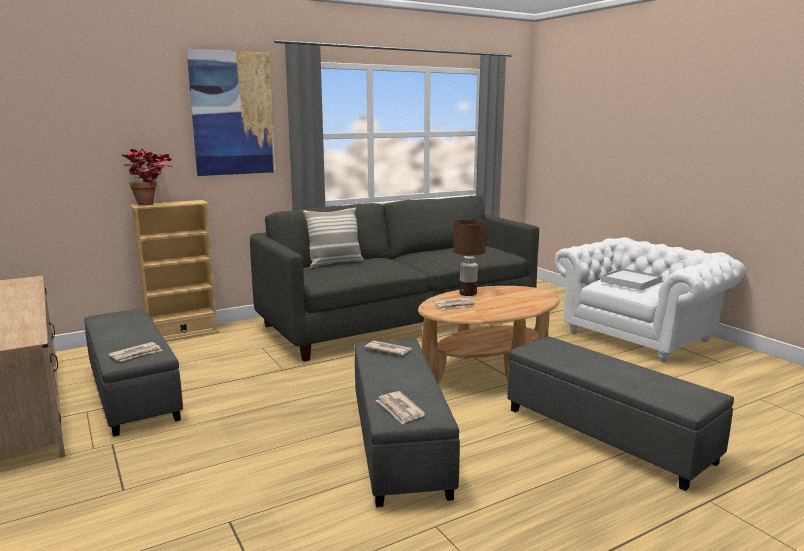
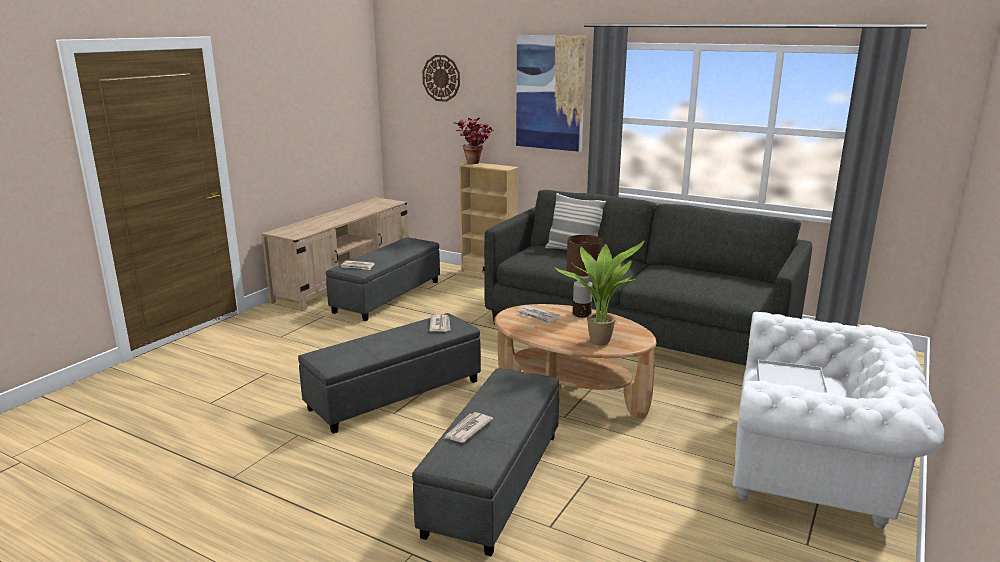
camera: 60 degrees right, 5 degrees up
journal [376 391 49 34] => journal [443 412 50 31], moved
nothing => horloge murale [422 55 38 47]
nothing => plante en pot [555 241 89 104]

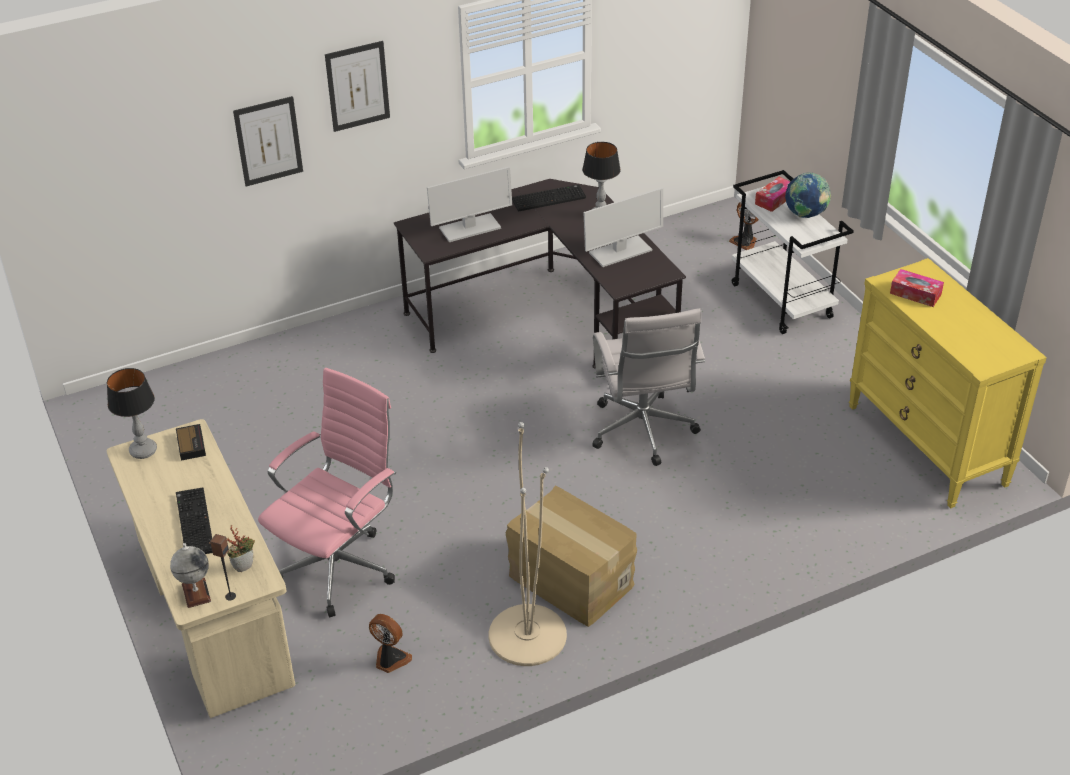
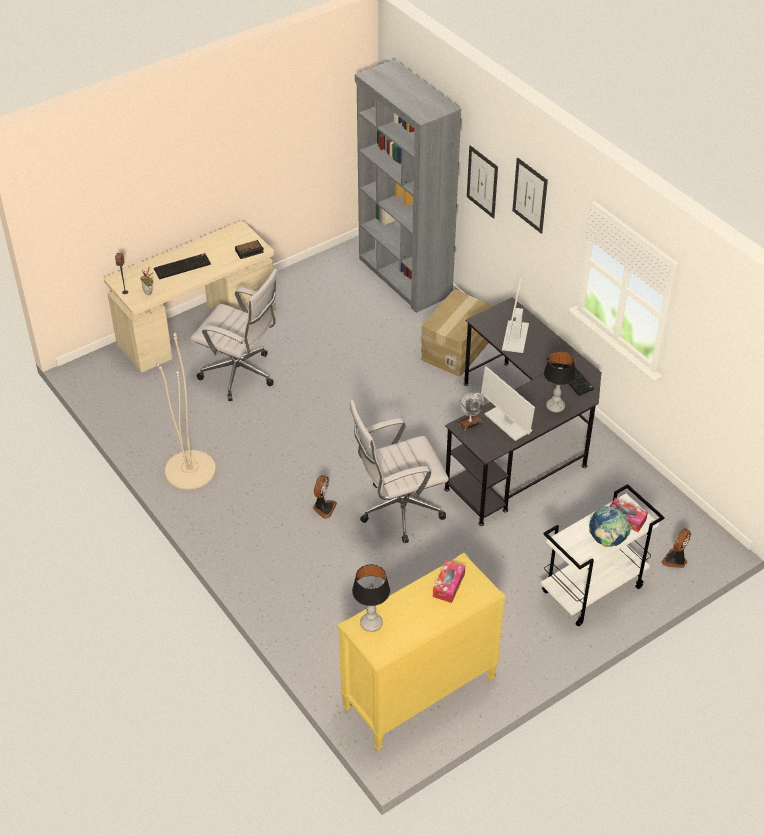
camera: 80 degrees right, 5 degrees up
écran d'ordinateur [427 167 85 75] => écran d'ordinateur [502 278 27 75], 45 degrees clockwise
lampe de table [107 368 50 91] => lampe de table [352 564 38 68], moved
chaise de bureau/rose [258 368 138 249] => chaise de bureau/blanc [190 269 88 132]
carton [506 486 131 141] => carton [421 289 73 87], moved
globe [170 543 41 65] => globe [457 393 27 38], moved
ventilateur [369 614 43 59] => ventilateur [313 475 24 44], moved
nothing => bibliothèque/gris [355 59 107 254]

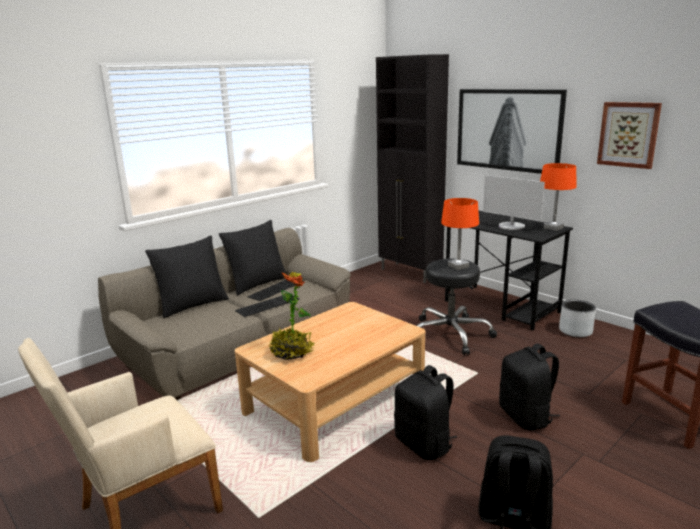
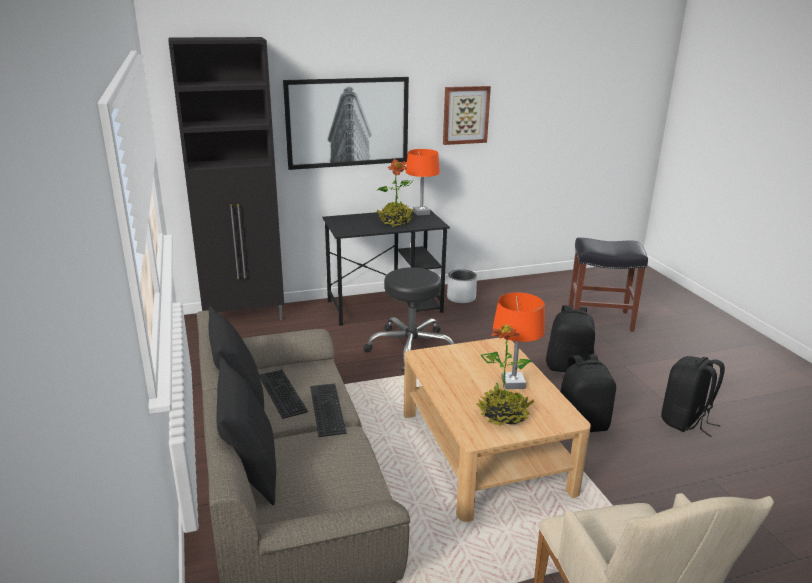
camera: 65 degrees left, 5 degrees up
écran d'ordinateur [483 175 62 55] => plante en pot [376 159 38 68]
lampe de table/orange [441 198 38 72] => lampe de table/orange [493 293 52 96], moved

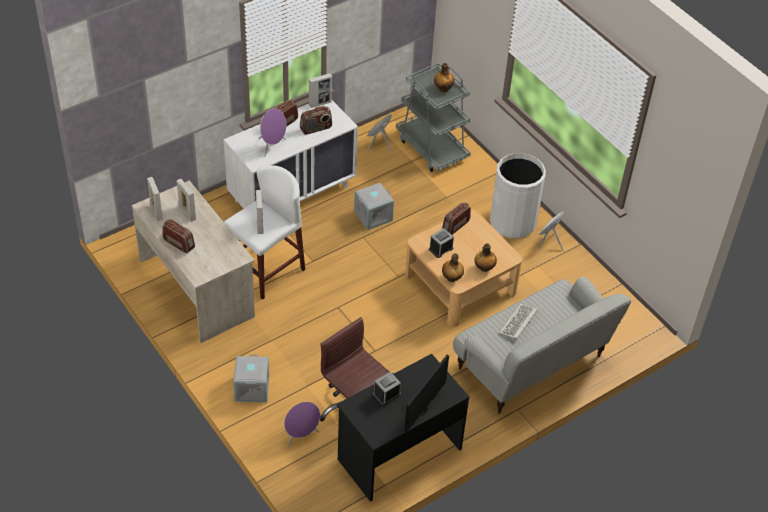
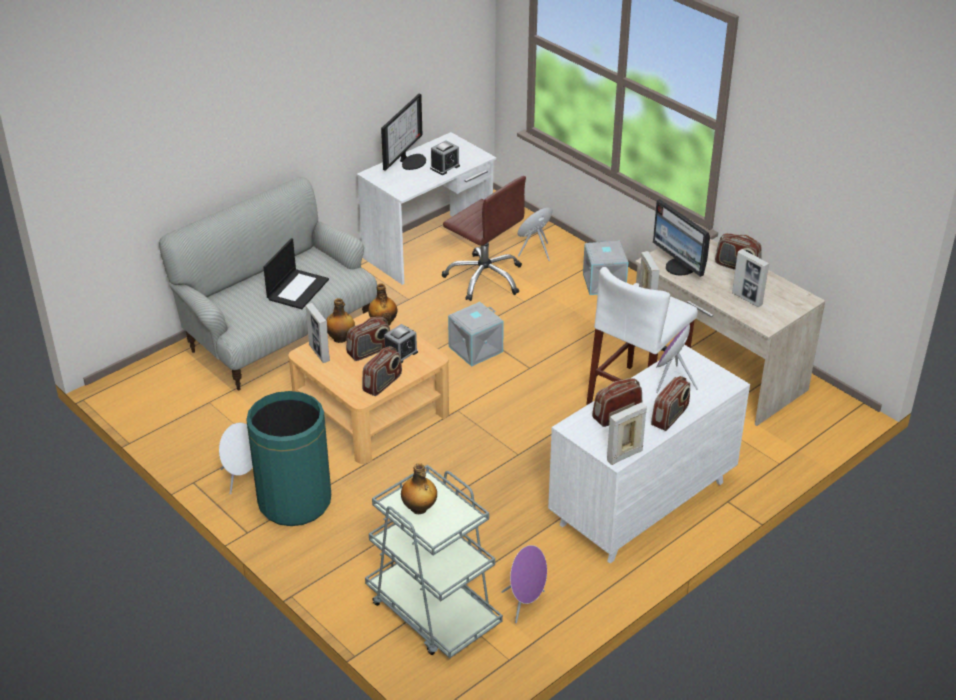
camera: 175 degrees right, 10 degrees down
poubelle/blanc [490 153 56 86] => poubelle/vert [246 391 85 135]
cadre photo [147 177 16 44] => cadre photo [306 303 24 60], moved
boîte de rangement/gris [354 183 40 47] => boîte de rangement/gris [448 302 56 65], moved
clavier [499 303 39 38] => ordinateur portable [263 238 66 71]
bureau/noir [337 354 133 148] => bureau/blanc [357 132 139 153]
nothing => écran d'ordinateur [653 199 57 78]
nothing => radio [346 317 44 44]

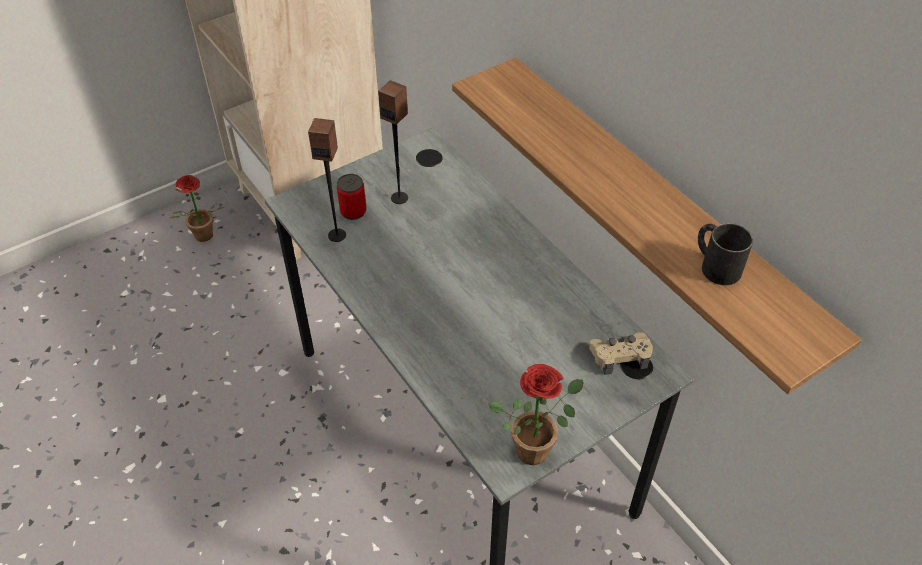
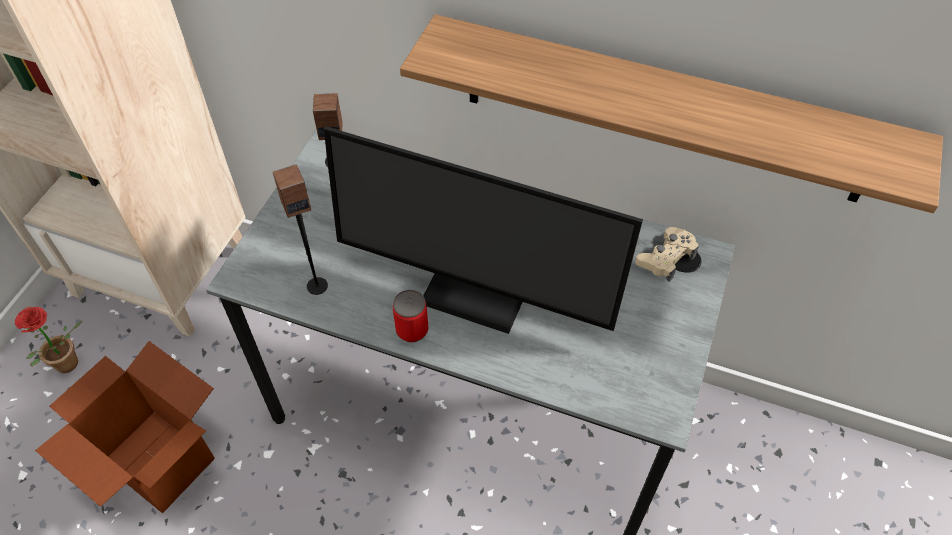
camera: 35 degrees left, 5 degrees up
boîte métallique [337 174 29 46] => boîte métallique [393 290 35 52], moved
mug/noir [698 223 55 62] => nothing
plante en pot [488 364 95 101] => nothing
nothing => écran d'ordinateur [324 126 319 208]
nothing => carton [35 341 180 172]

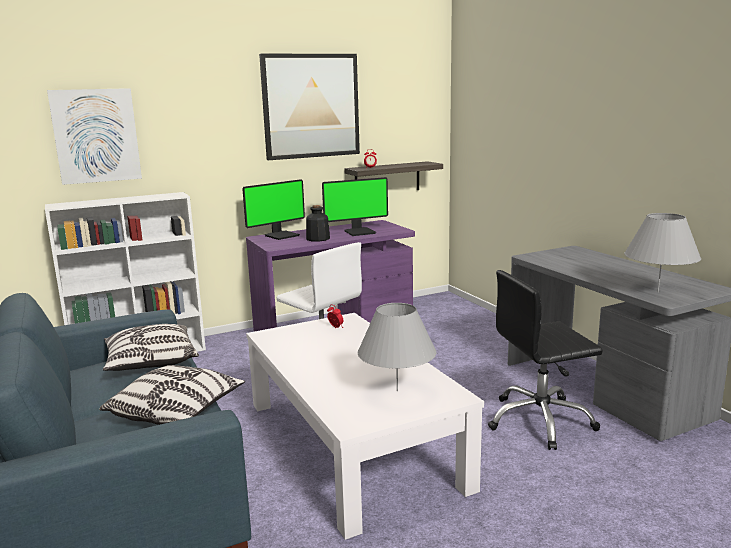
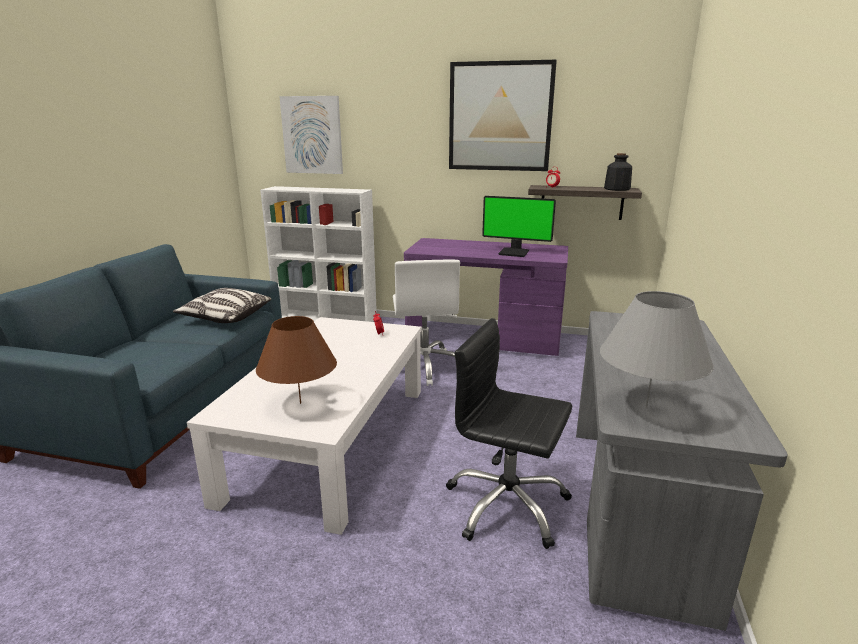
camera: 40 degrees right, 5 degrees up
écran d'ordinateur [242 179 63 61] => nothing
bouteille [306 205 24 37] => bouteille [604 153 28 38], moved
lampe de table/gris [358 303 78 88] => lampe de table/marron [256 316 81 88]
coussin [99 365 146 60] => nothing

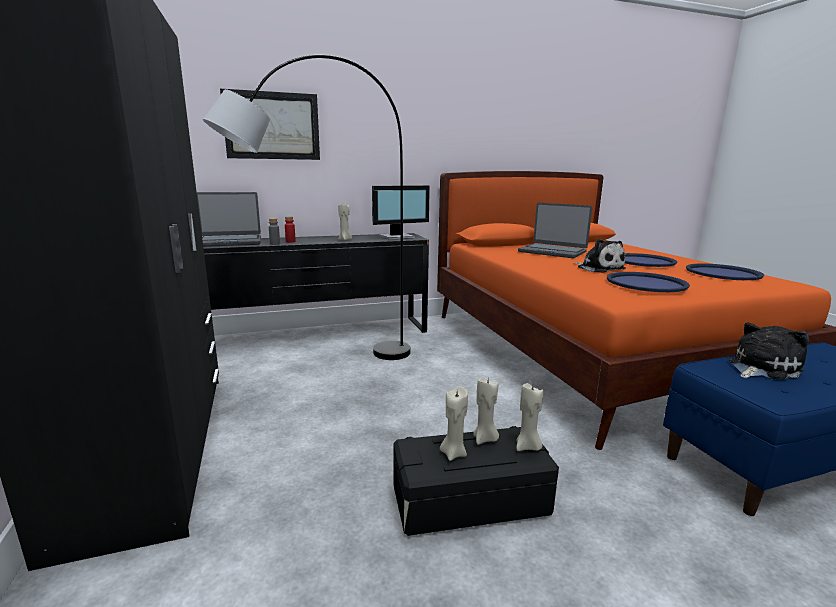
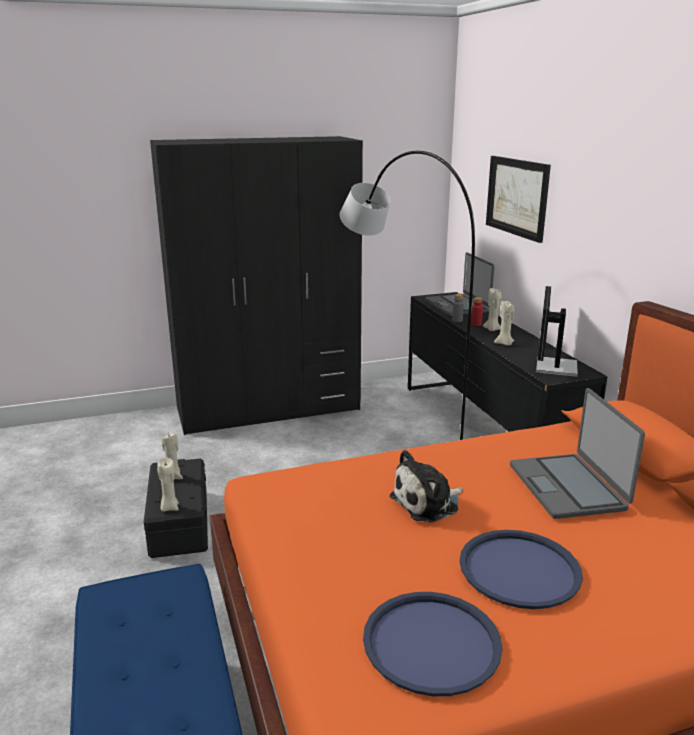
camera: 90 degrees right, 5 degrees up
écran d'ordinateur [372 185 58 55] => écran d'ordinateur [536 286 42 91], 45 degrees clockwise
ordinateur portable [518 203 74 55] => ordinateur portable [510 388 135 131], 45 degrees counterclockwise
plateau/bleu [607 272 83 20] => nothing
peluche [729 323 80 57] => nothing
bougie/beige [473 377 26 68] => bougie/beige [483 288 19 43], moved

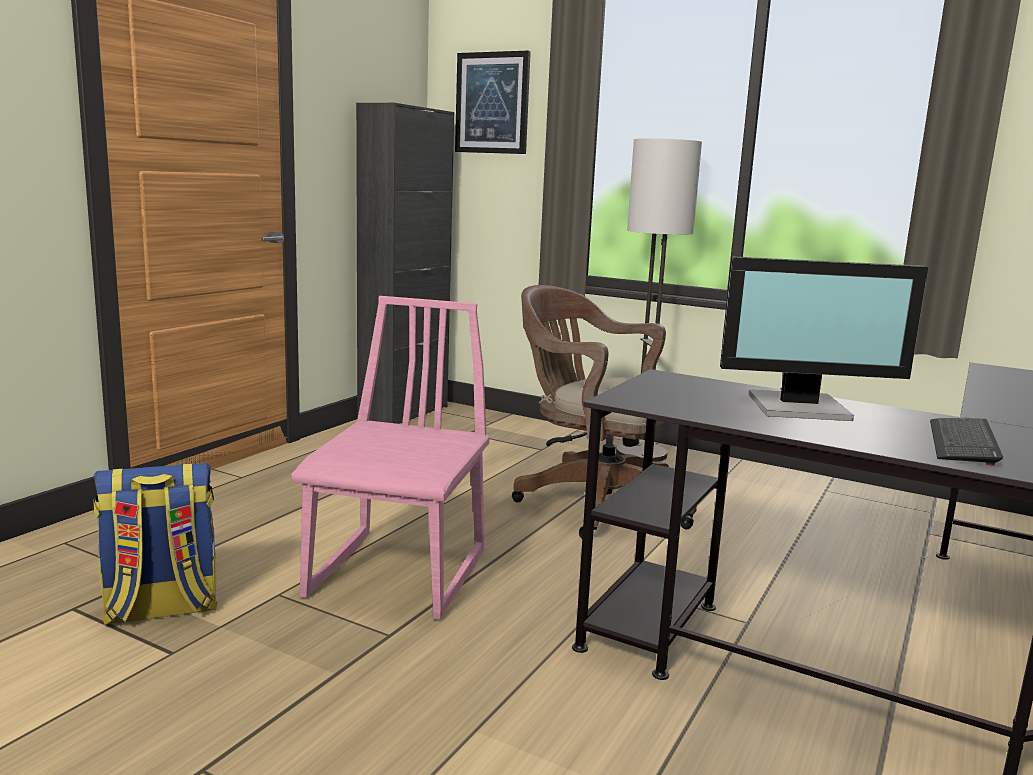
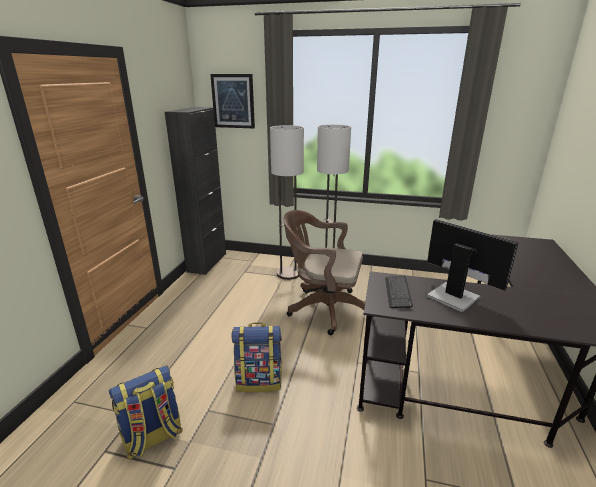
camera: 15 degrees left, 10 degrees up
écran d'ordinateur [720 256 208 165] => écran d'ordinateur [427 219 92 93], 120 degrees counterclockwise
chaise/rose [291 296 199 324] => sac à dos [231 322 51 70]
clavier [930 418 73 48] => clavier [385 276 28 32], moved
nothing => lampadaire [270 125 34 155]

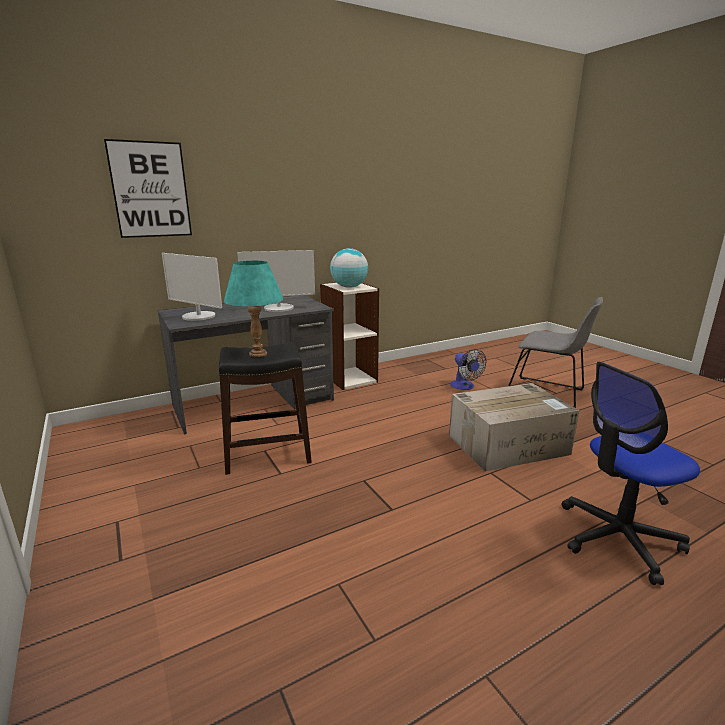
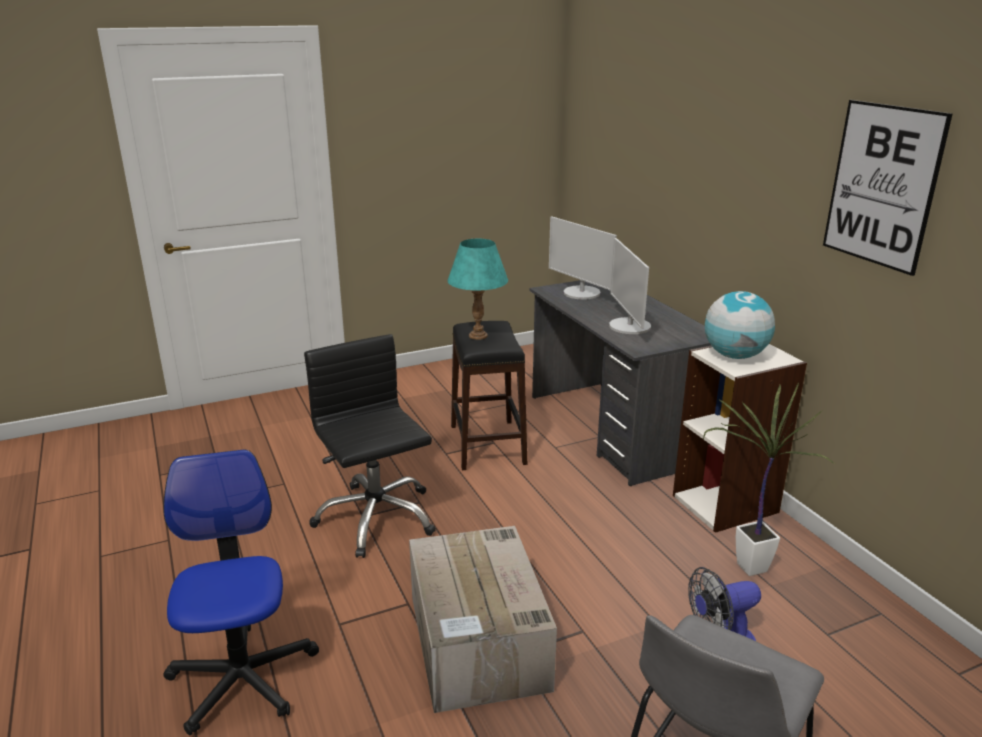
camera: 95 degrees right, 5 degrees up
tableau [104 139 88 99] => tableau [823 100 130 176], moved
écran d'ordinateur [162 253 60 68] => écran d'ordinateur [549 216 68 84], 75 degrees counterclockwise
nothing => chaise de bureau/noir [304 334 132 224]
nothing => plante en pot [703 382 132 194]

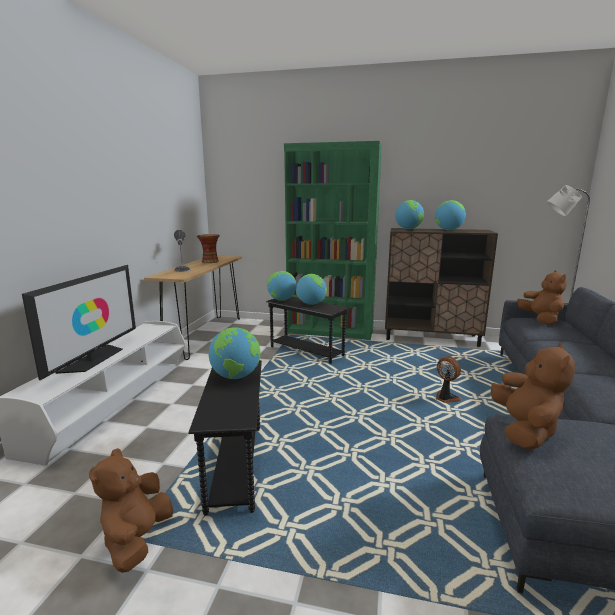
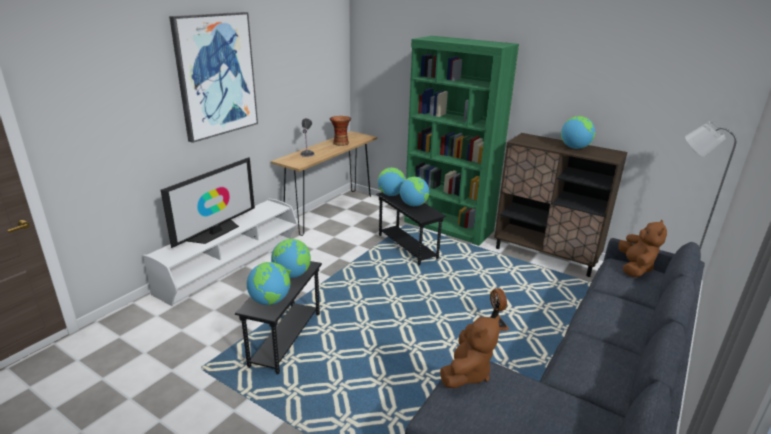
camera: 20 degrees right, 10 degrees up
globe [395 200 29 29] => globe [247 262 43 43], moved
peluche/marron [89 448 84 125] => nothing
nothing => tableau [169 12 89 131]

